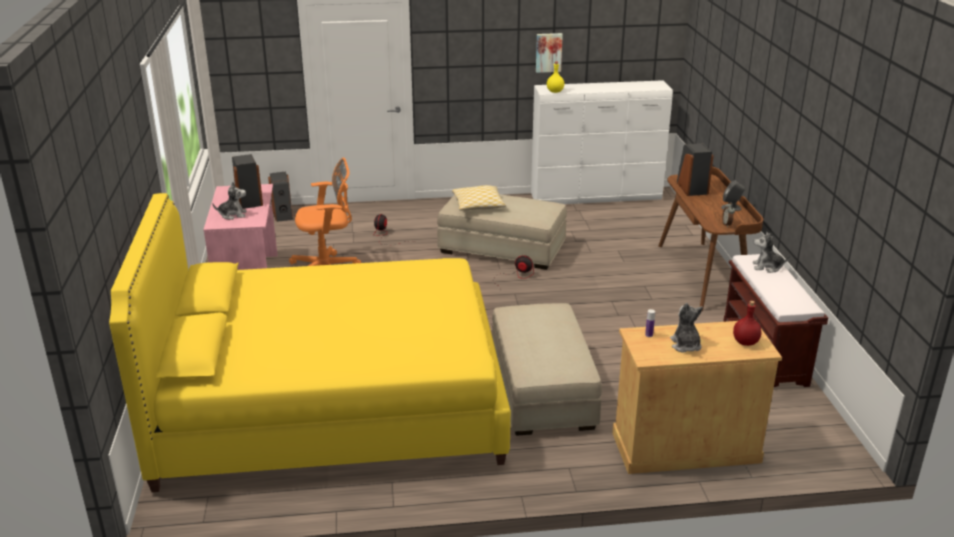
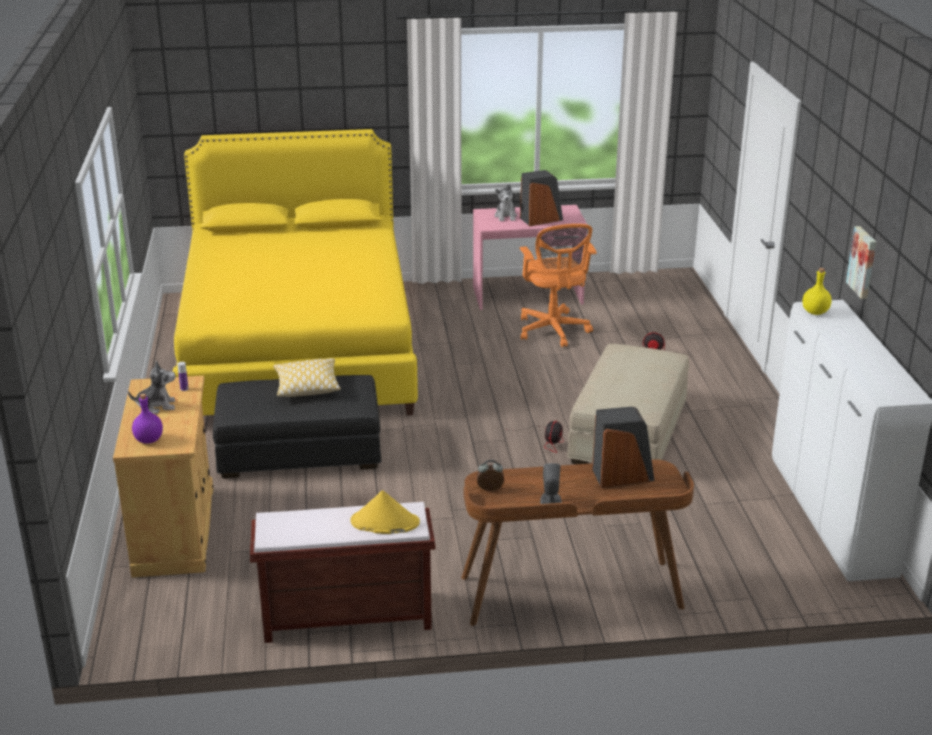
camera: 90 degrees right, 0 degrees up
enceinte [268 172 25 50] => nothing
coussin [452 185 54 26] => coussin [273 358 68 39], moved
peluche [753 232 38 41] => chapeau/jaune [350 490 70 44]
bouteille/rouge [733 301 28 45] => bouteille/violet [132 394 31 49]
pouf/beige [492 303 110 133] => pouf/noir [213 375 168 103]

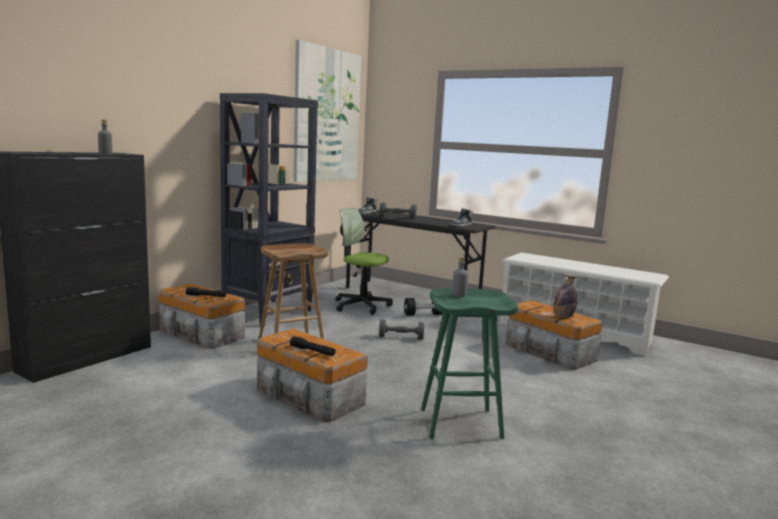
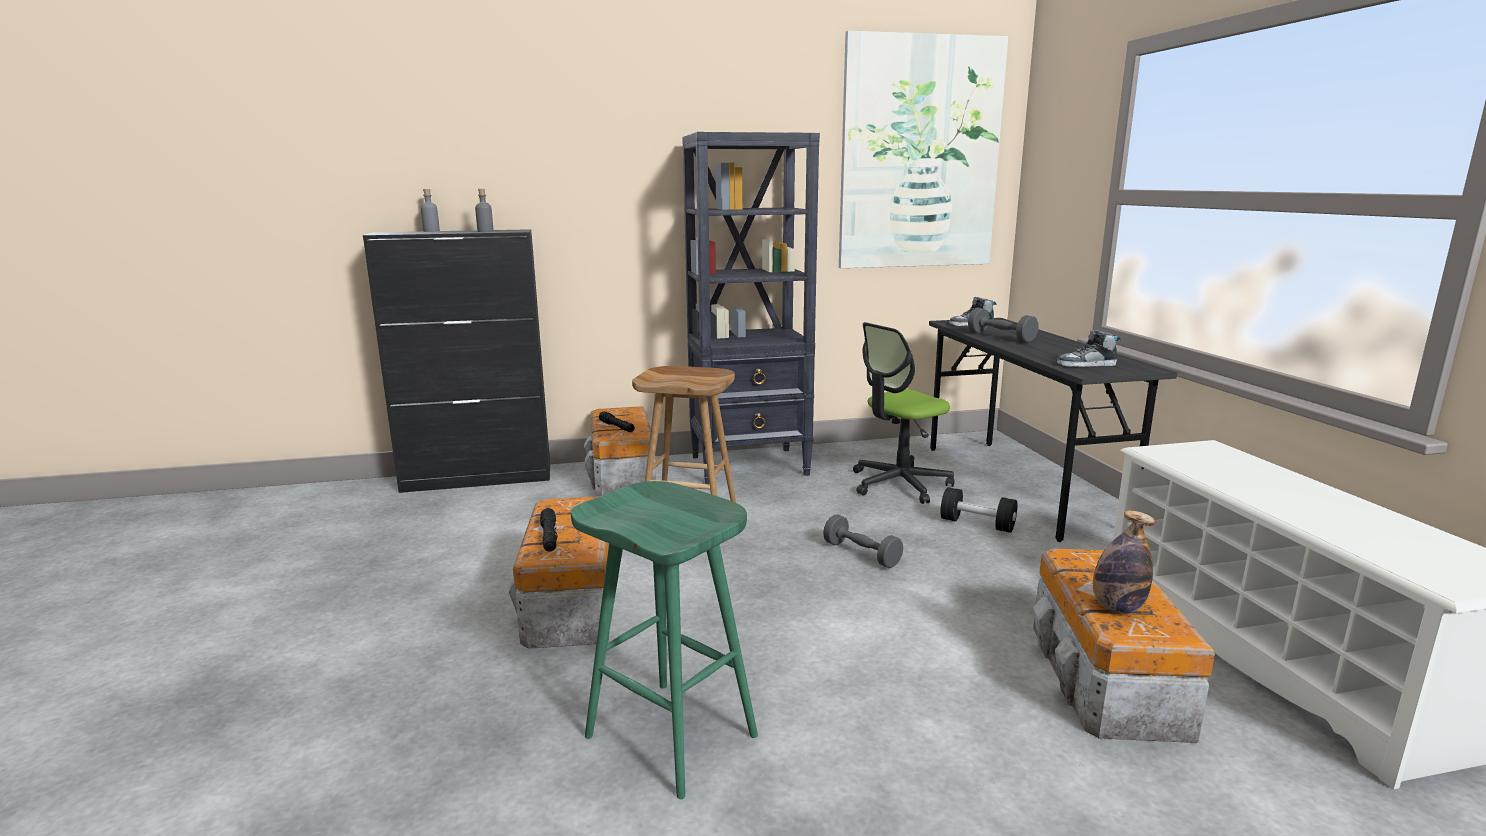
camera: 45 degrees right, 5 degrees up
chaise de bureau [335 208 58 107] => chaise de bureau [853 322 101 182], 105 degrees counterclockwise
bouteille/gris [452 256 16 41] => bouteille/gris [421 189 19 43], moved

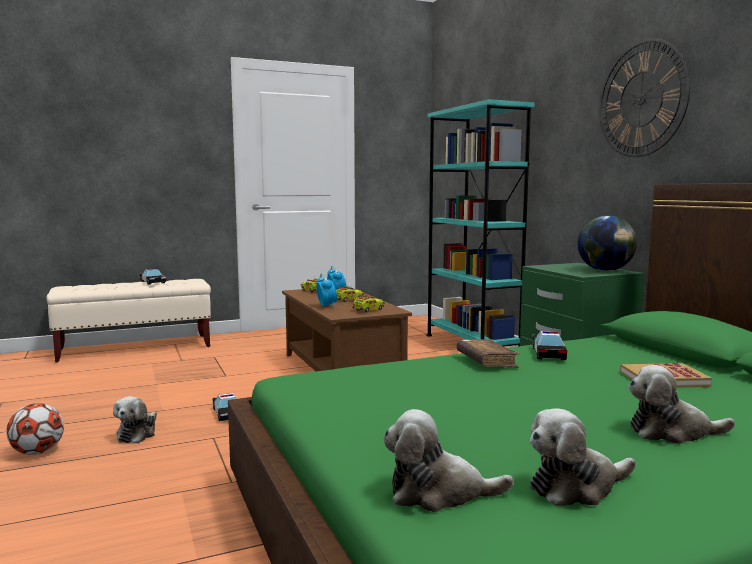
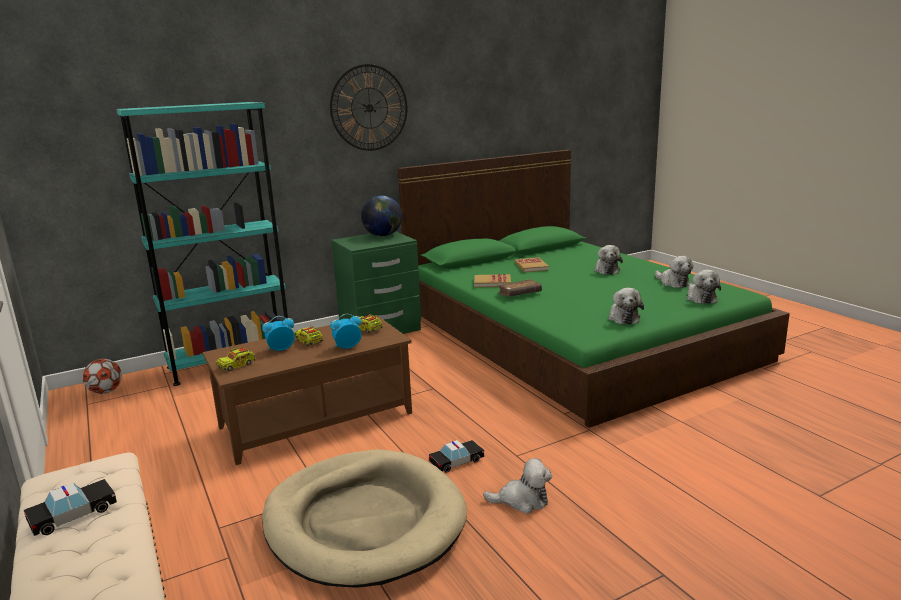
camera: 95 degrees left, 10 degrees up
petite voiture [533 331 34 29] => livre [474 274 37 14]
ballon de foot [6 403 58 52] => ballon de foot [82 359 40 35], moved
nothing => peluche [608 288 36 37]
nothing => panier pour chien/beige [262 450 205 138]

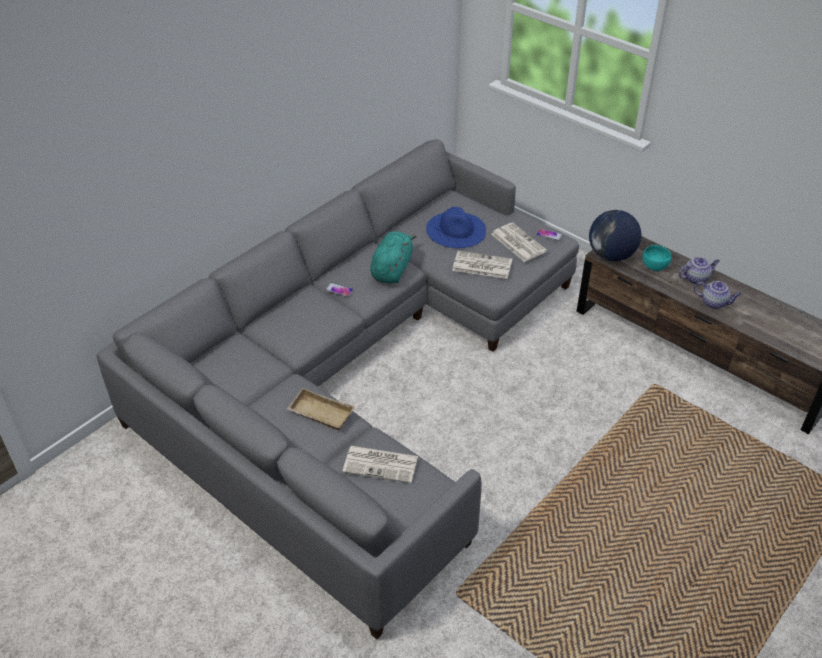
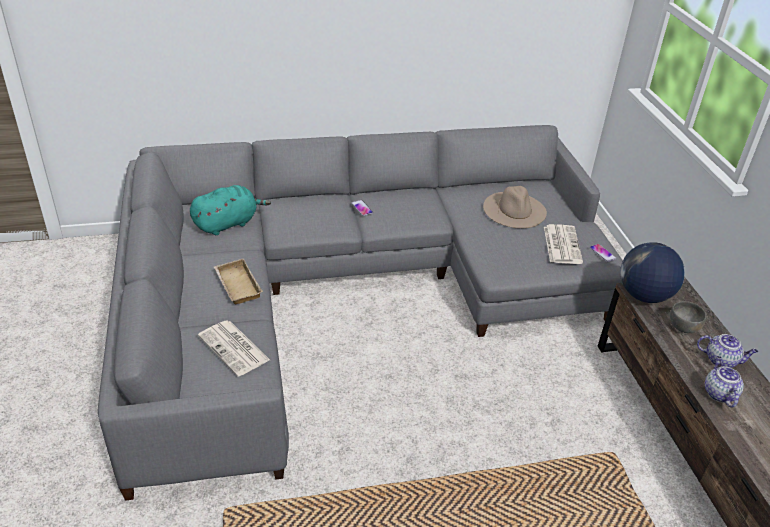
camera: 35 degrees right, 5 degrees down
chapeau/bleu [426 207 60 41] => chapeau/beige [483 186 64 43]
peluche/turquoise [370 231 46 53] => peluche/turquoise [190 185 81 50], moved
bol/turquoise [643 245 28 26] => bol/gris [670 301 36 32]
journal [452 251 60 28] => nothing
théière [694 281 47 28] => théière [705 356 39 51], 150 degrees counterclockwise

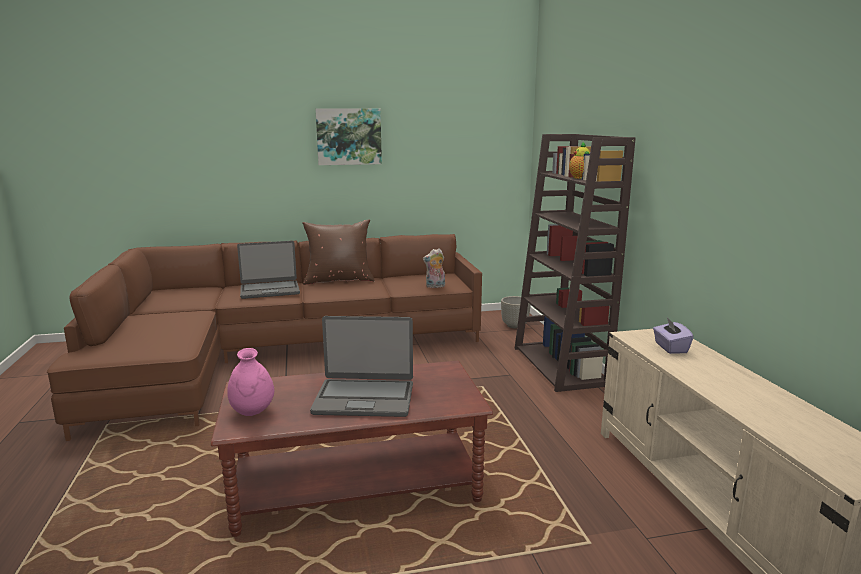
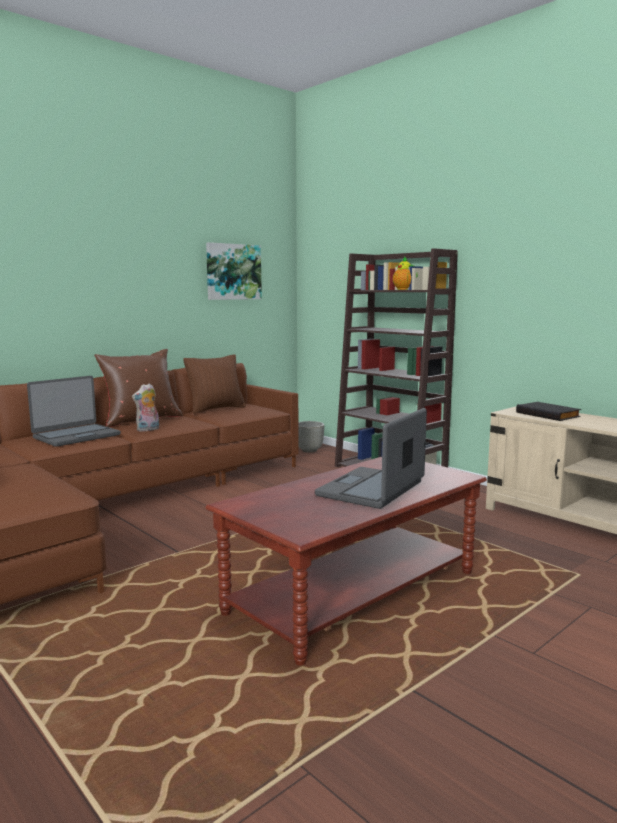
camera: 30 degrees left, 5 degrees down
tableau [315 108 67 57] => tableau [206 242 56 58], moved
peluche [423 249 22 39] => peluche [132 383 27 49], moved
ordinateur portable [310 316 103 101] => ordinateur portable [315 408 112 101], 150 degrees clockwise
boîte à mouchoirs/violet [653 318 41 36] => livre/noir [516 402 65 19]
vase/rose [227 348 47 68] => nothing
nothing => coussin/marron [184 354 62 60]

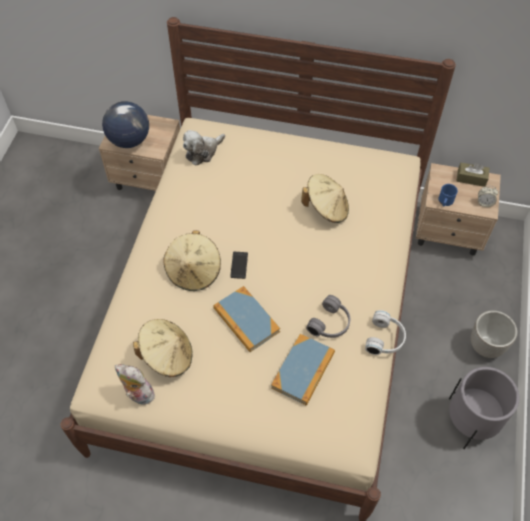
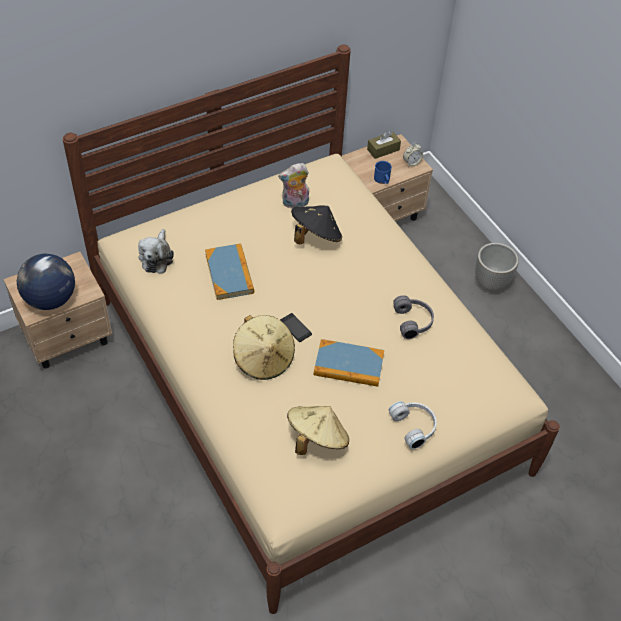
camera: 45 degrees left, 5 degrees down
chapeau/beige [301 174 48 49] => chapeau/noir [291 206 51 38]
casque audio/blanc [365 310 41 45] => casque audio/blanc [389 401 48 48], moved
livre [271 334 64 71] => livre [205 243 49 57], moved
peluche [115 364 40 41] => peluche [278 163 31 46], moved
cache-pot/gris [449 367 71 82] => nothing

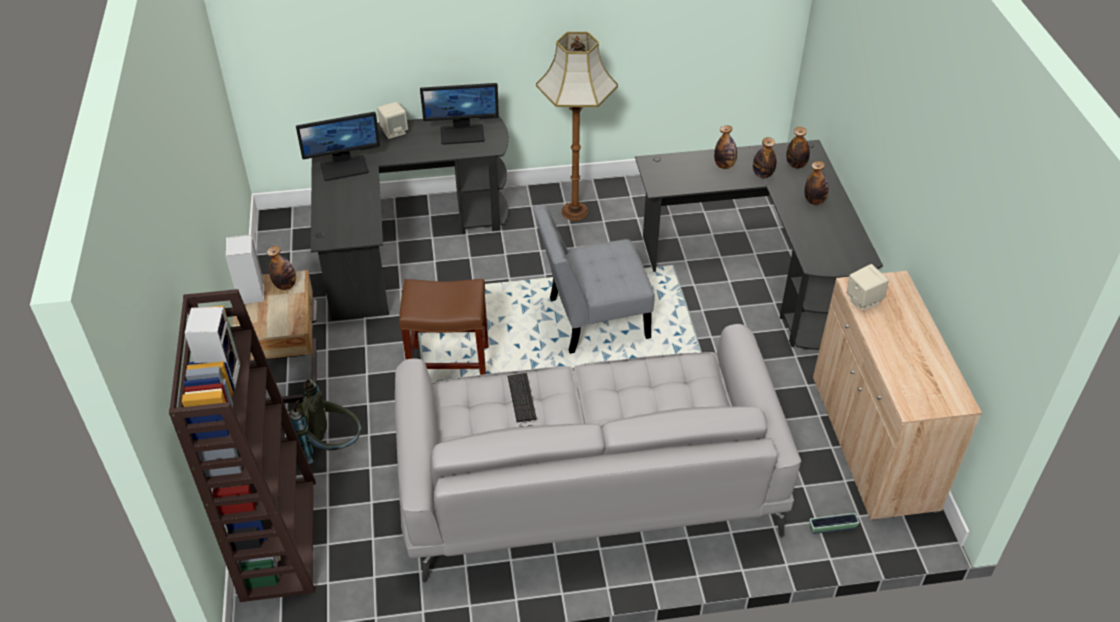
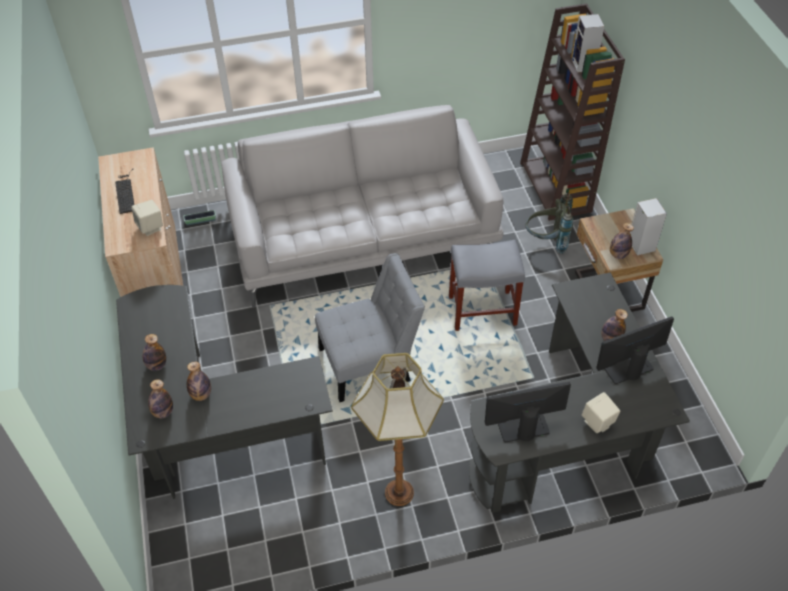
camera: 175 degrees right, 5 degrees up
bouteille [714 125 23 44] => bouteille [602 309 26 32], moved
tabouret/marron [399 279 90 96] => tabouret/gris [449 240 76 91]
clavier [508 373 29 54] => clavier [115 169 19 45], moved

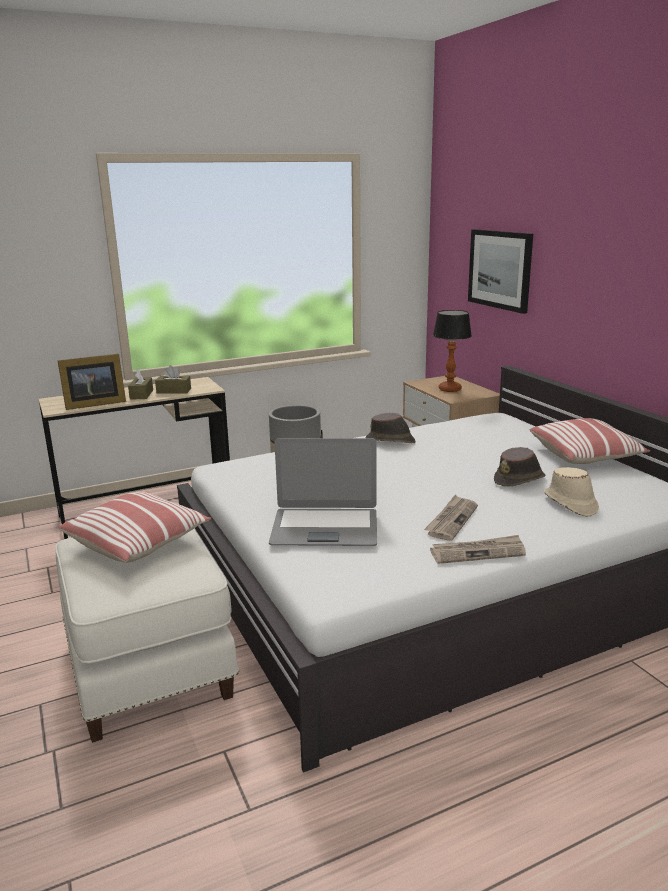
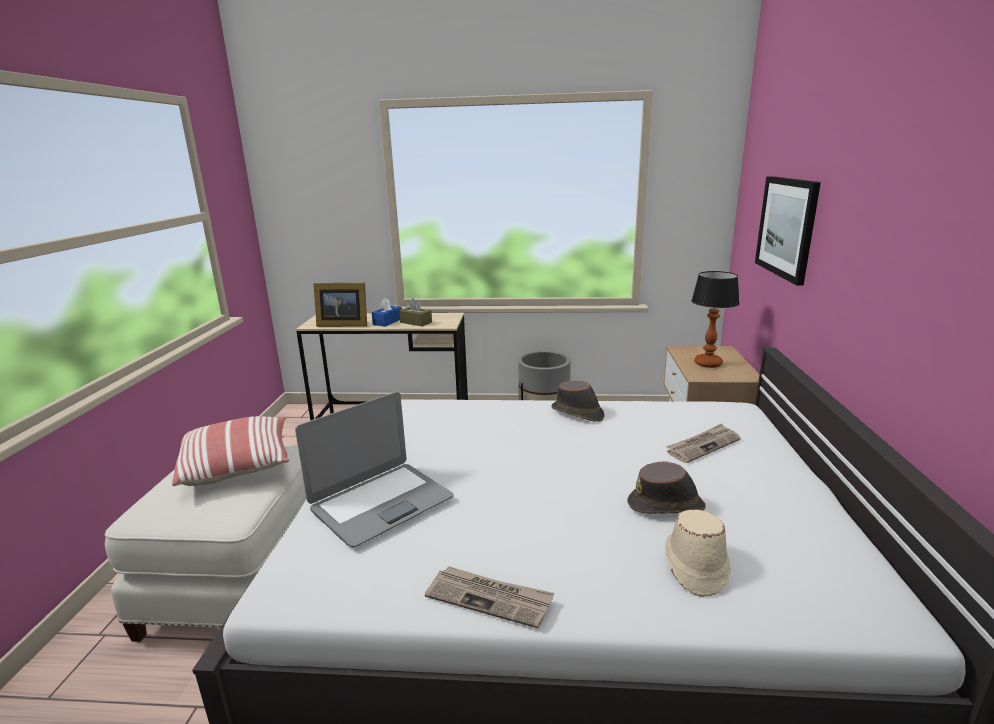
camera: 30 degrees right, 0 degrees up
boîte à mouchoirs/marron [128 368 25 32] => boîte à mouchoirs/bleu [372 298 30 29]
coussin [530 418 120 46] => nothing
ordinateur portable [269 438 108 108] => ordinateur portable [295 392 159 156], 75 degrees counterclockwise
journal [424 495 54 46] => journal [666 423 74 40], moved

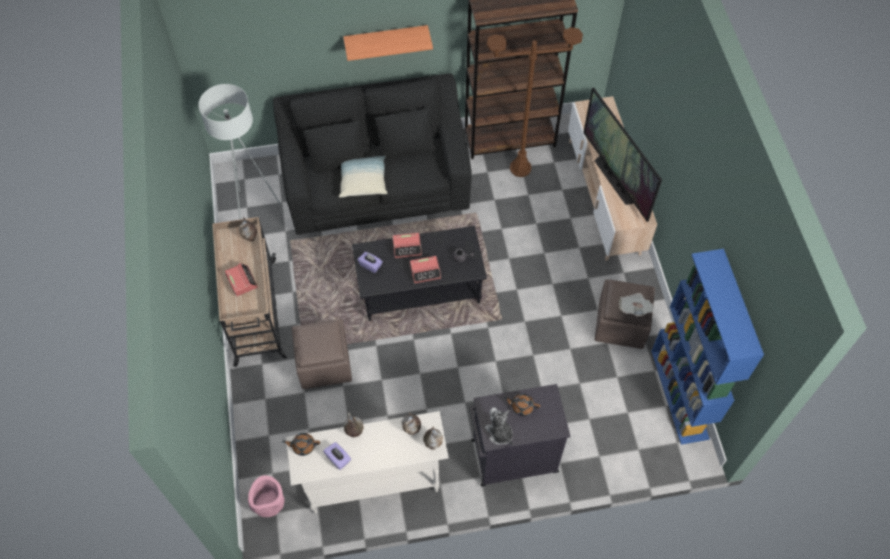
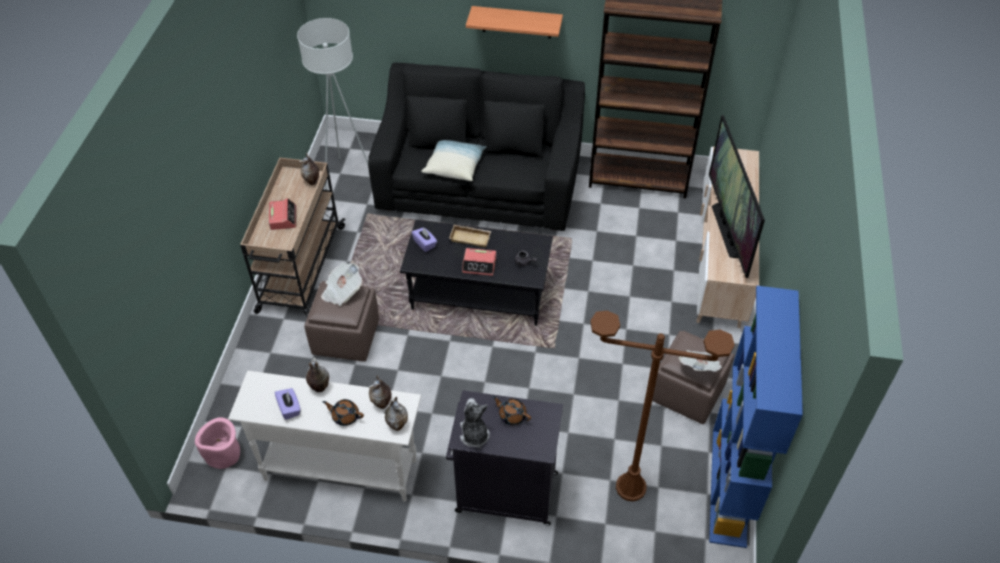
camera: 20 degrees right, 10 degrees down
lampadaire/marron [487 27 96 150] => lampadaire/marron [590 311 145 190], moved
réveil [393 233 29 25] => plateau/beige [449 225 43 22]
théière/marron [282 433 38 23] => théière/marron [323 399 41 27], moved
nothing => journal [321 262 41 44]

